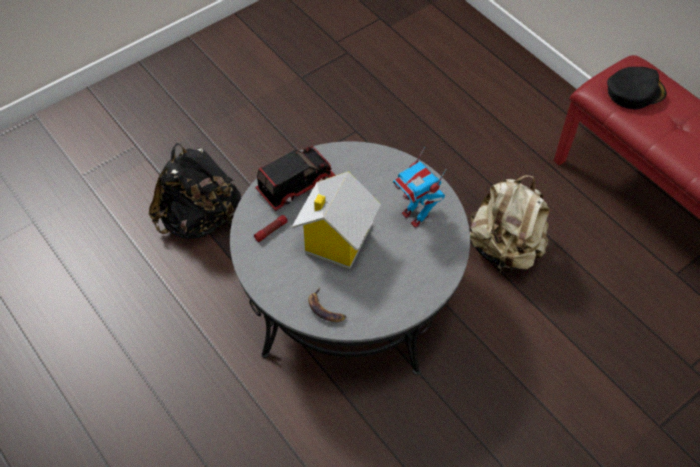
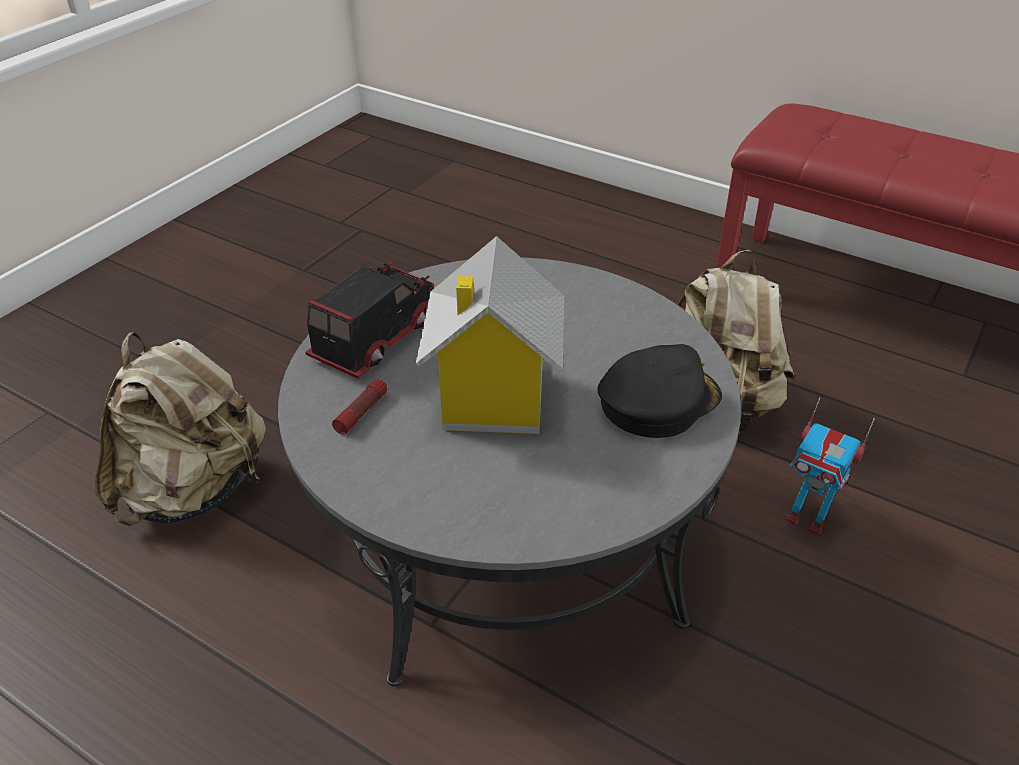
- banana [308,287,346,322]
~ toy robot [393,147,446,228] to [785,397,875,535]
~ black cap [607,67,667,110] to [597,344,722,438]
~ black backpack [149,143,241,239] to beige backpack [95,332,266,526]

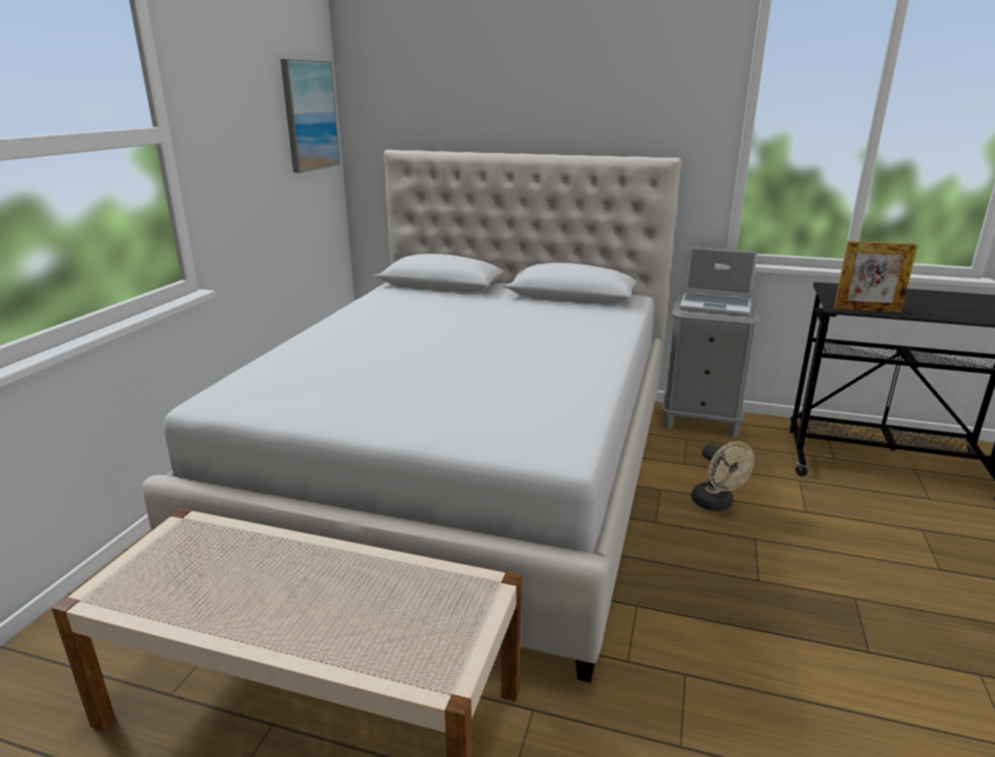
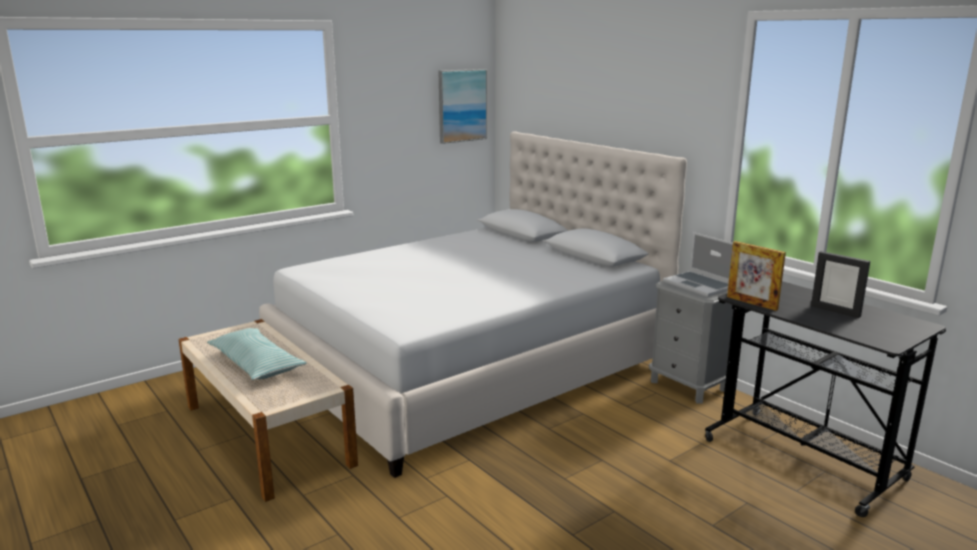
- beige fan [691,441,755,511]
+ pillow [207,328,306,380]
+ picture frame [811,251,870,318]

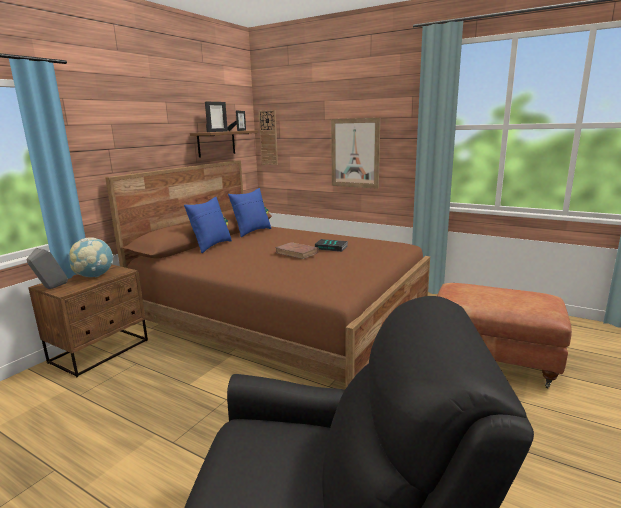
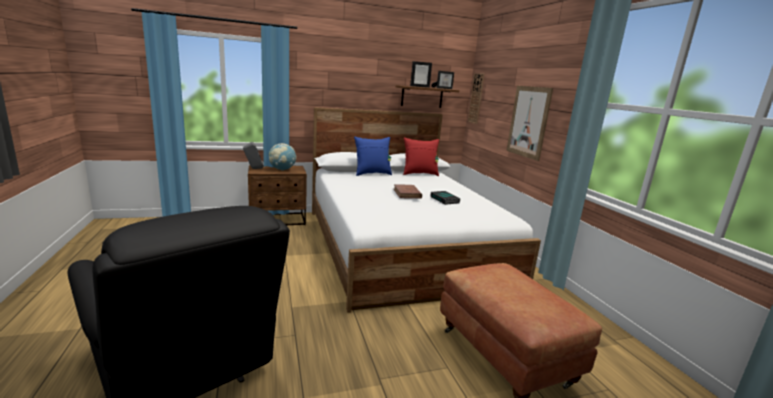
~ brown bed [105,160,430,388] to white bed [312,107,541,313]
~ blue pillow [228,188,271,237] to red pillow [403,138,439,176]

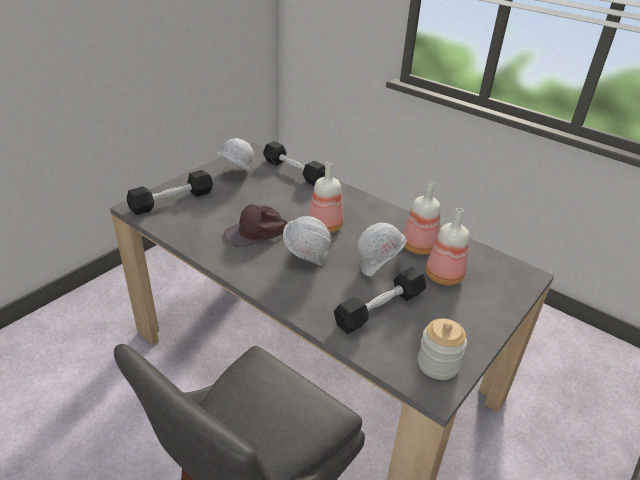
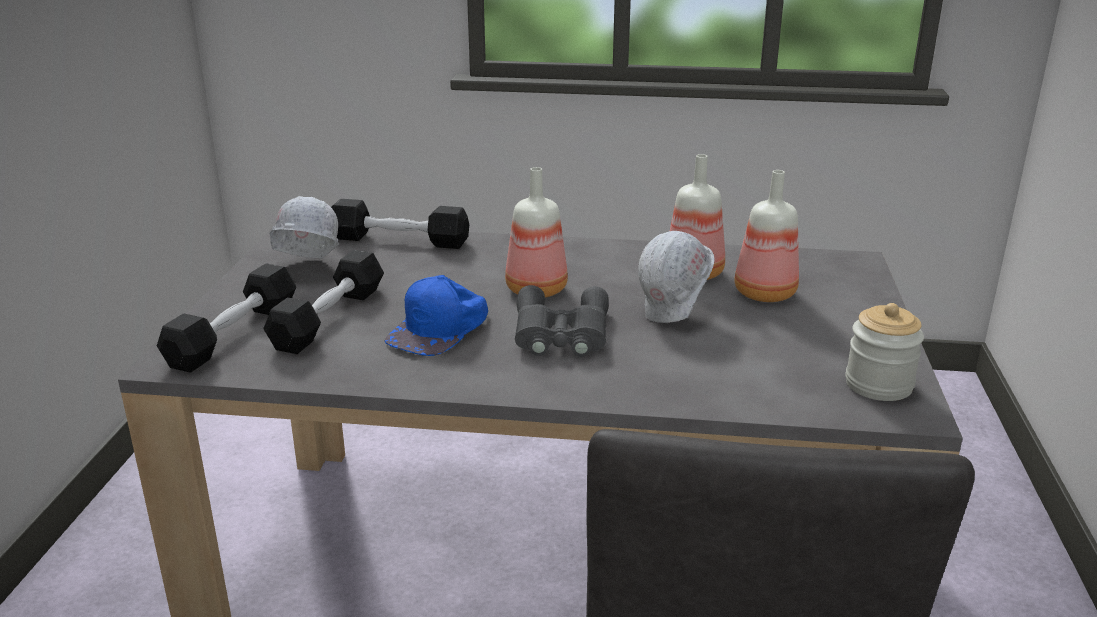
~ black dumbbell [334,267,426,334] to [263,250,384,354]
~ white hard hat [283,216,331,266] to grey binoculars [515,285,609,357]
~ brown cap [224,205,287,247] to blue cap [385,275,488,356]

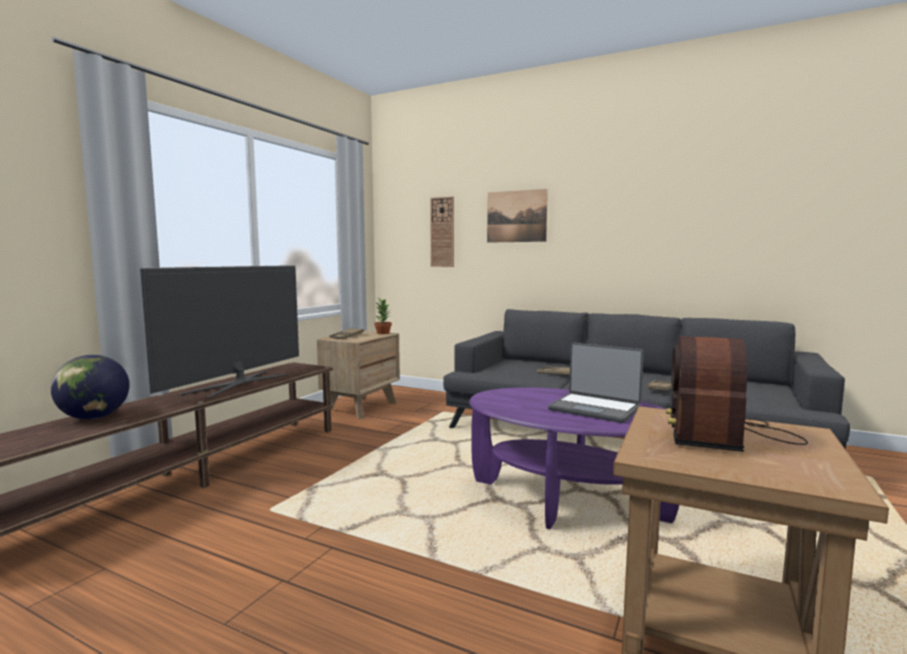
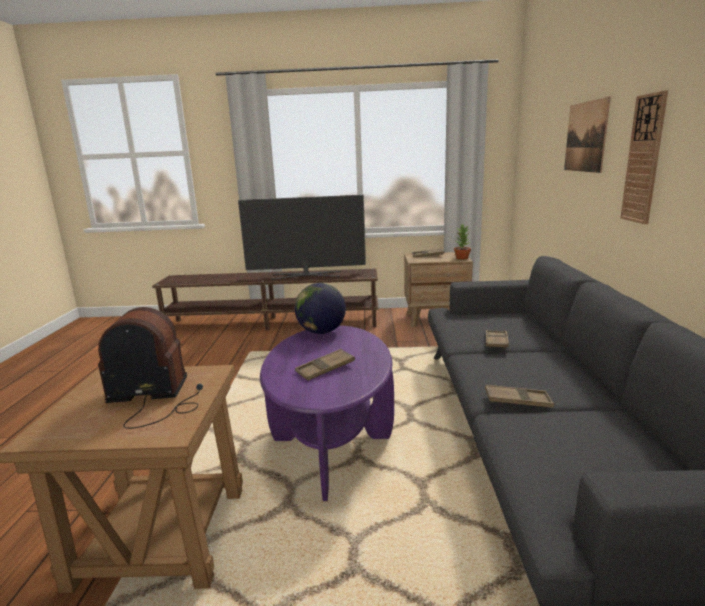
~ globe [51,355,130,419] to [295,283,346,334]
~ wall clock [430,196,454,267] to [620,90,668,224]
~ laptop [548,343,644,423] to brown tray [295,349,355,380]

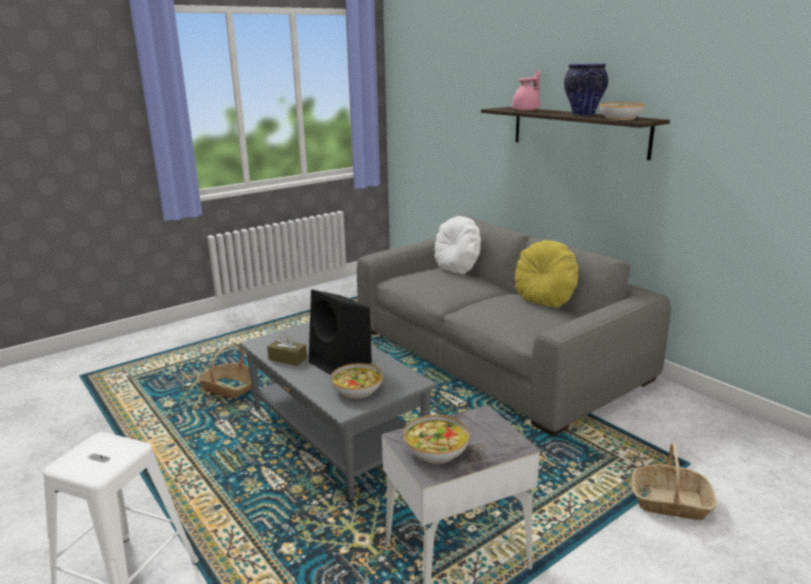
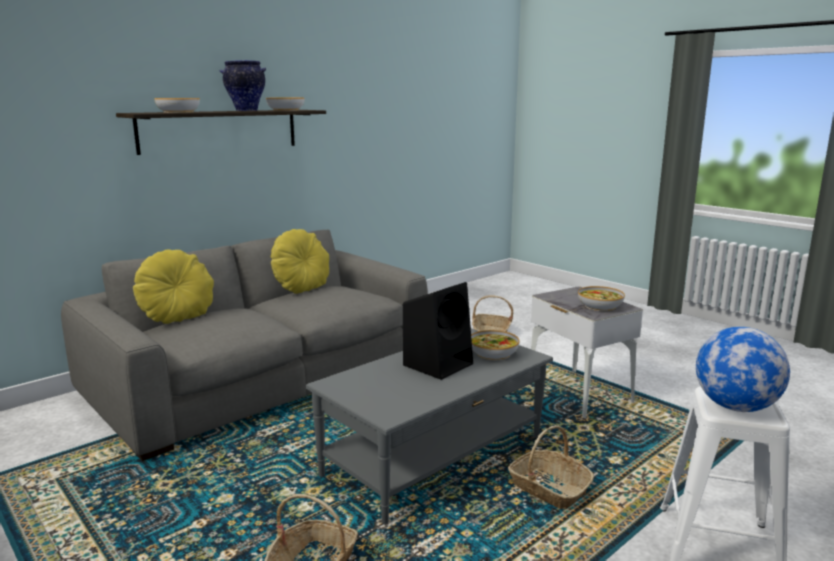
- brown tissue box [267,333,307,366]
+ basket [508,425,594,509]
+ globe [696,327,790,412]
~ pink teapot [512,70,540,111] to bowl [154,98,200,113]
~ white pillow [434,216,481,274] to yellow pillow [133,249,214,324]

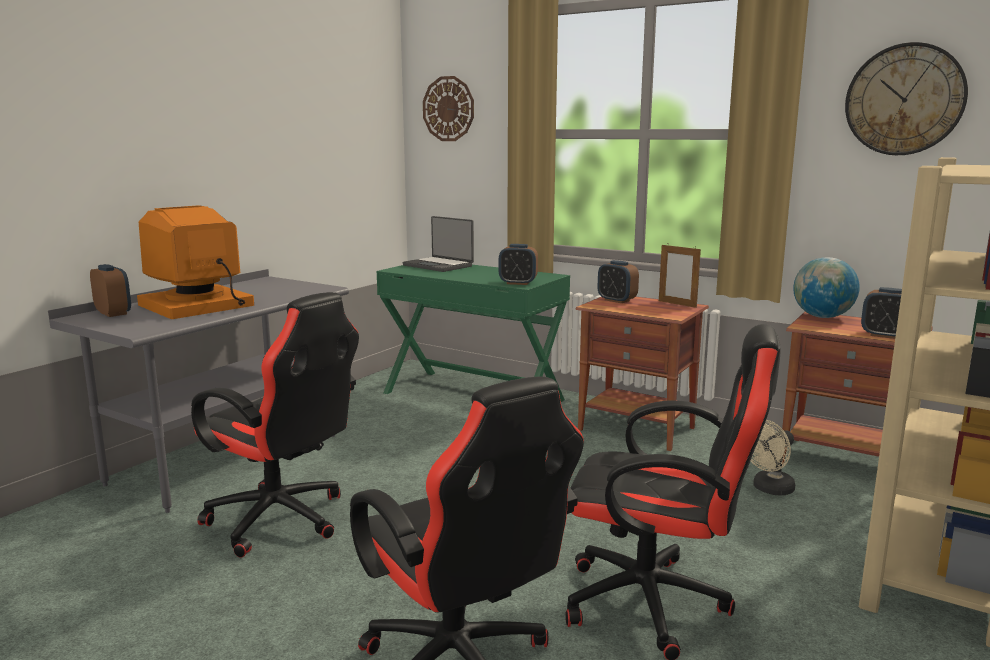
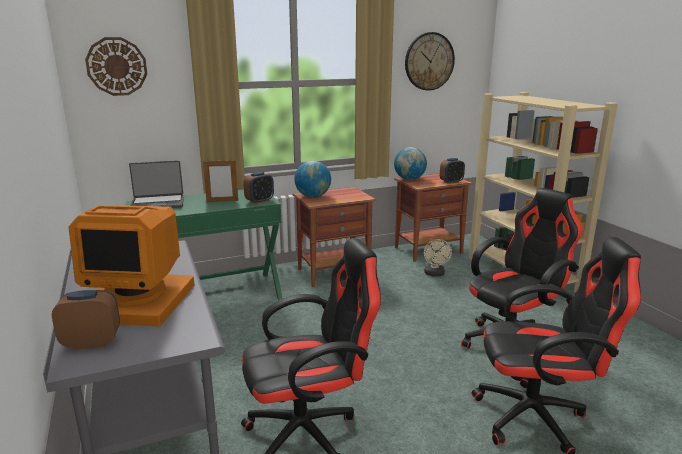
~ picture frame [659,243,701,308] to [203,159,238,202]
~ alarm clock [598,260,639,303] to globe [294,161,331,198]
~ monitor [137,205,254,319] = [69,205,194,326] 75 degrees counterclockwise

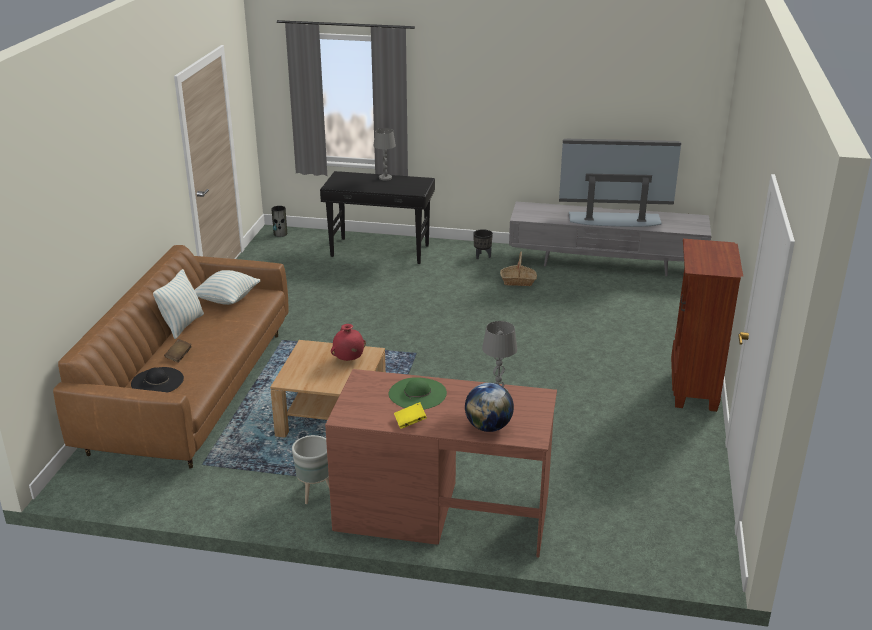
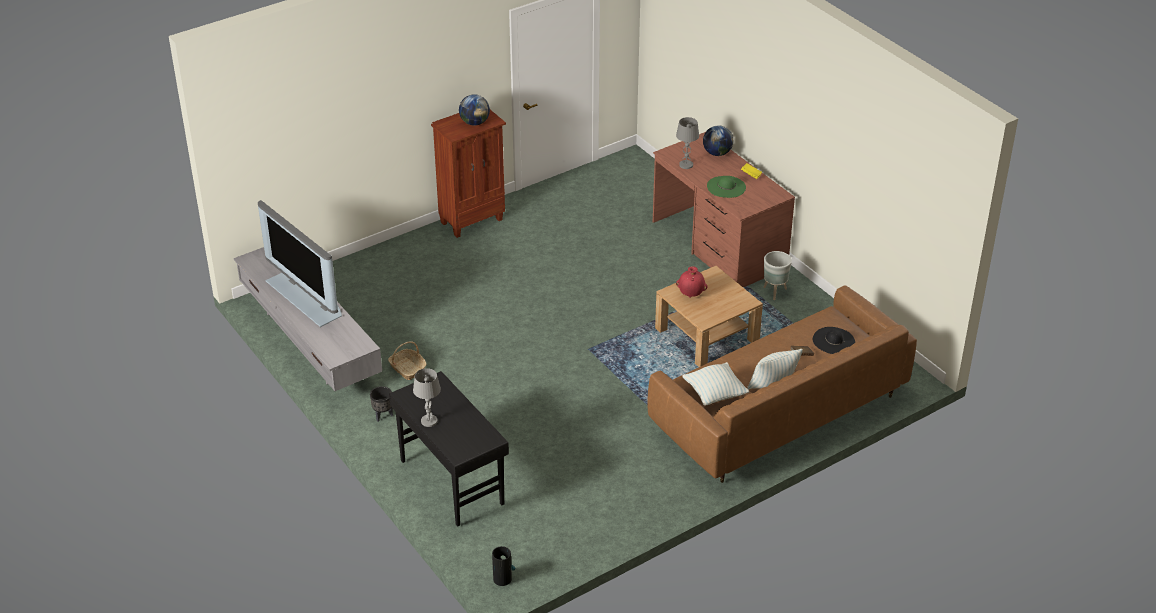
+ globe [459,94,490,126]

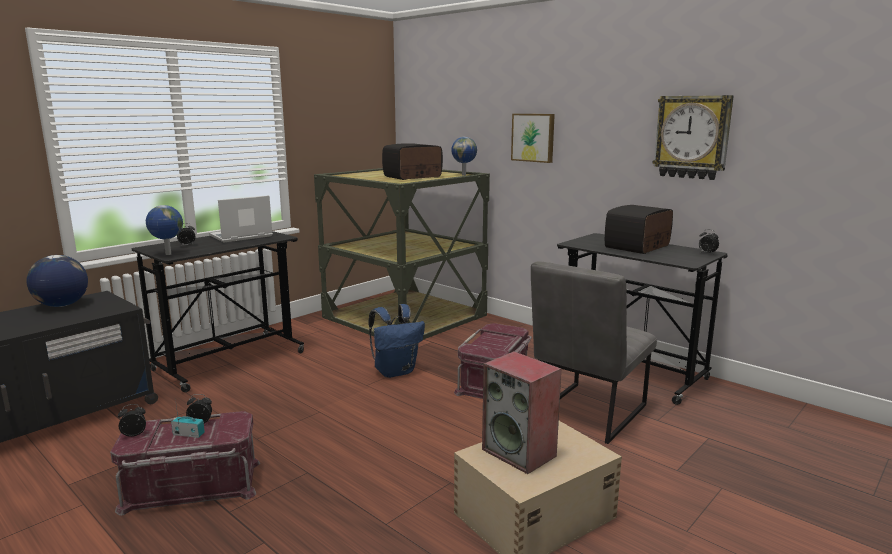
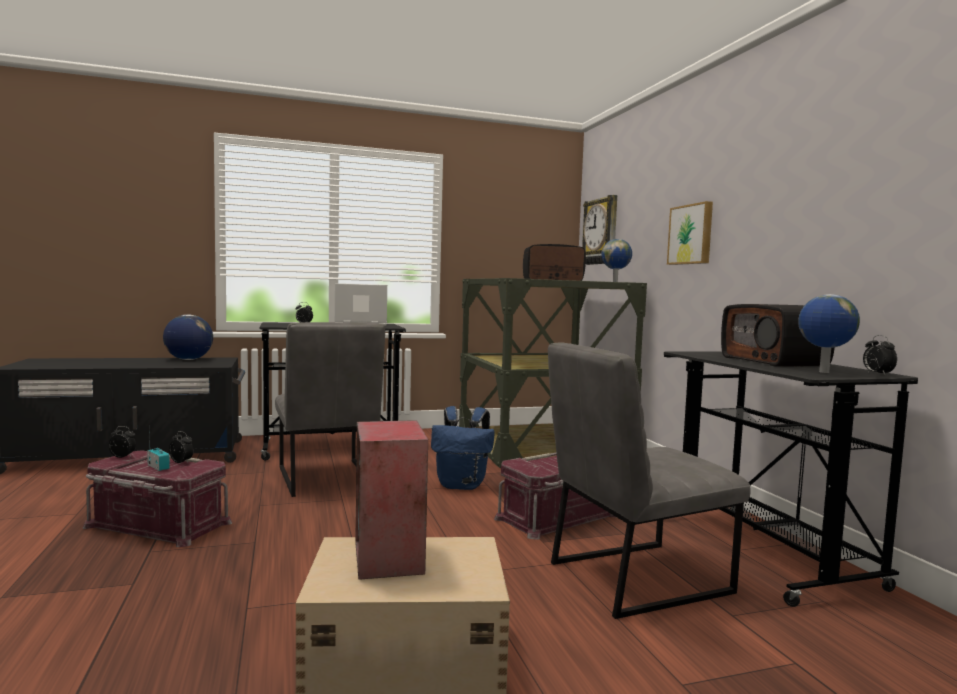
+ grey chair [275,322,385,497]
~ globe [146,205,183,255] to [798,294,860,373]
~ wall clock [652,95,734,180] to [582,195,617,265]
~ radio [605,205,673,254] = [721,304,835,367] 90 degrees counterclockwise

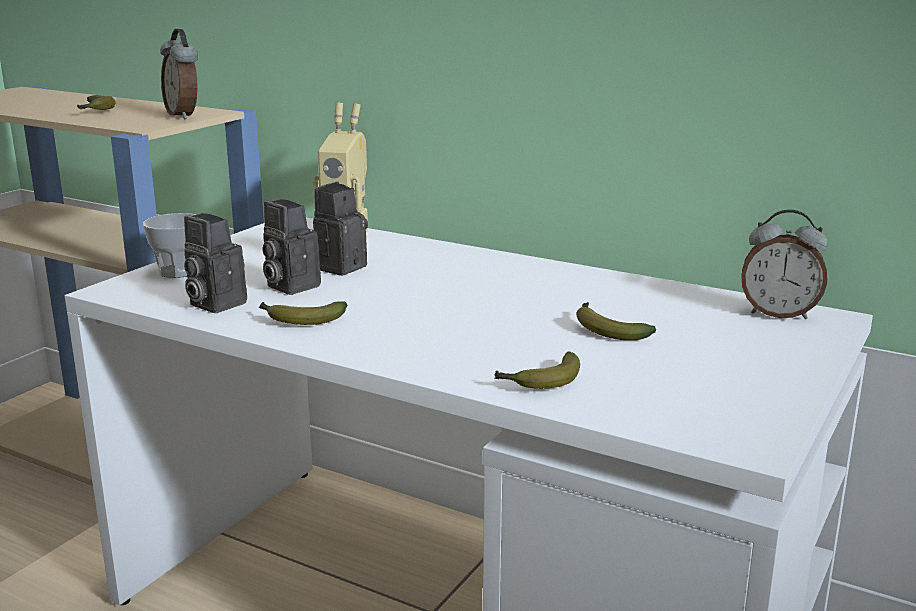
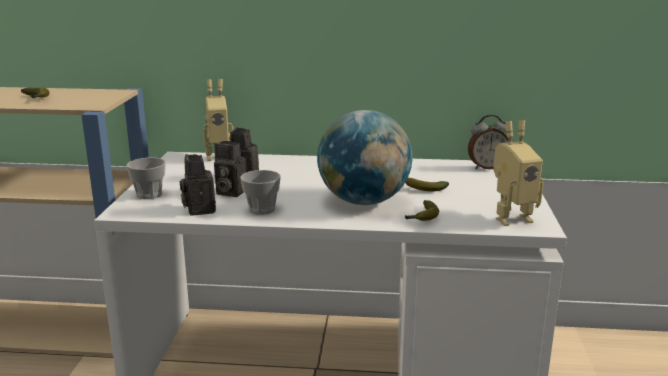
- alarm clock [160,29,198,119]
+ globe [317,110,412,205]
+ toy robot [493,120,544,226]
~ banana [258,301,347,325] to cup [241,170,281,215]
~ photo camera [184,213,247,313] = [180,154,216,216] 60 degrees clockwise

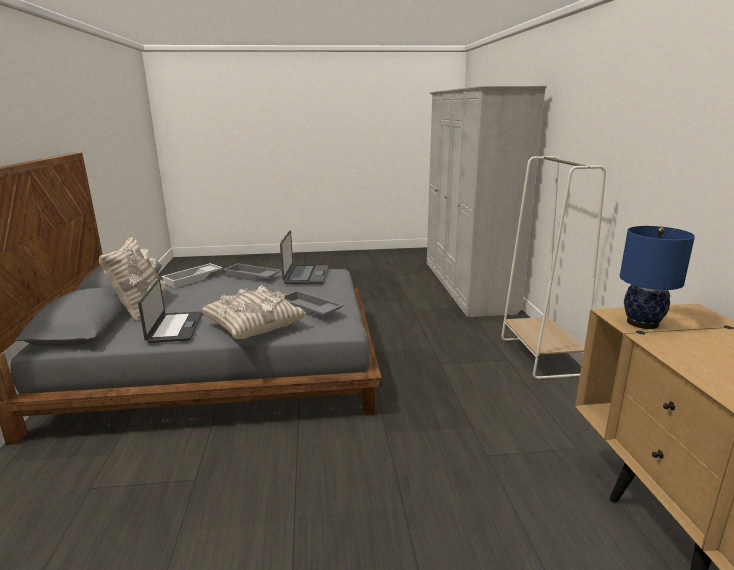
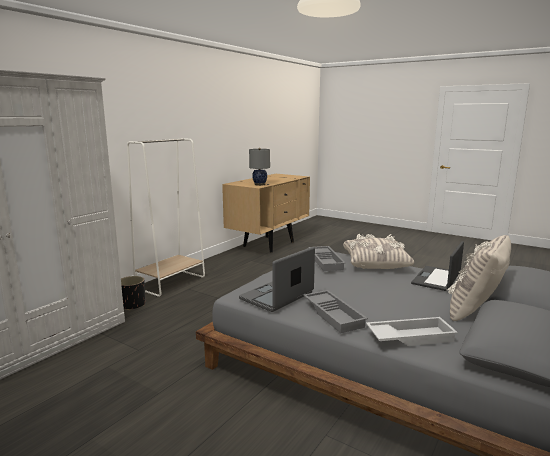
+ black planter [121,276,145,310]
~ blue table lamp [620,226,695,329] to grey table lamp [249,148,270,186]

